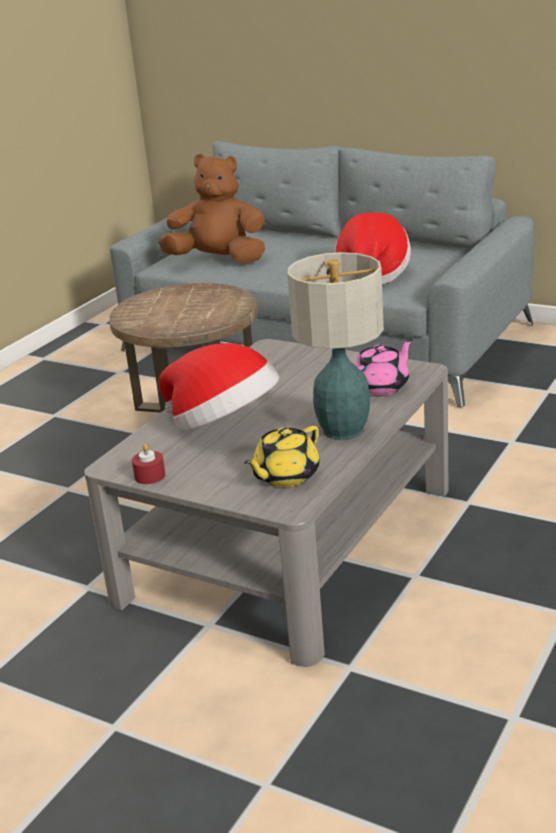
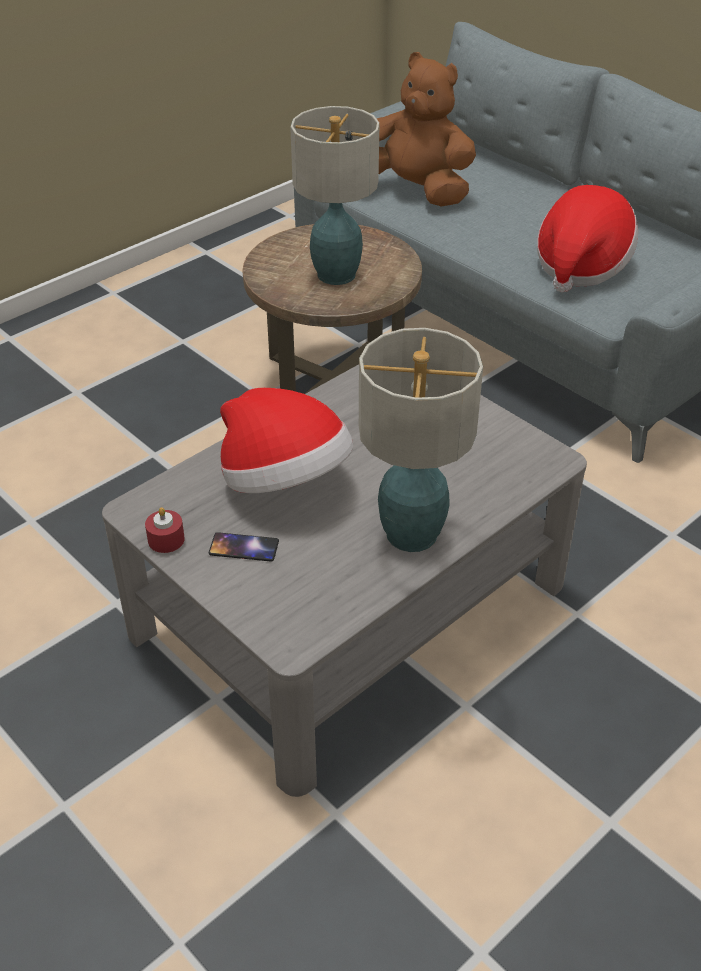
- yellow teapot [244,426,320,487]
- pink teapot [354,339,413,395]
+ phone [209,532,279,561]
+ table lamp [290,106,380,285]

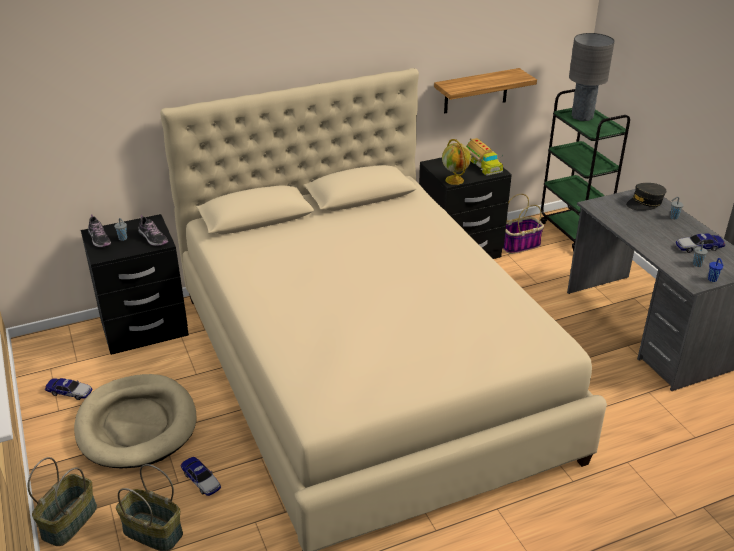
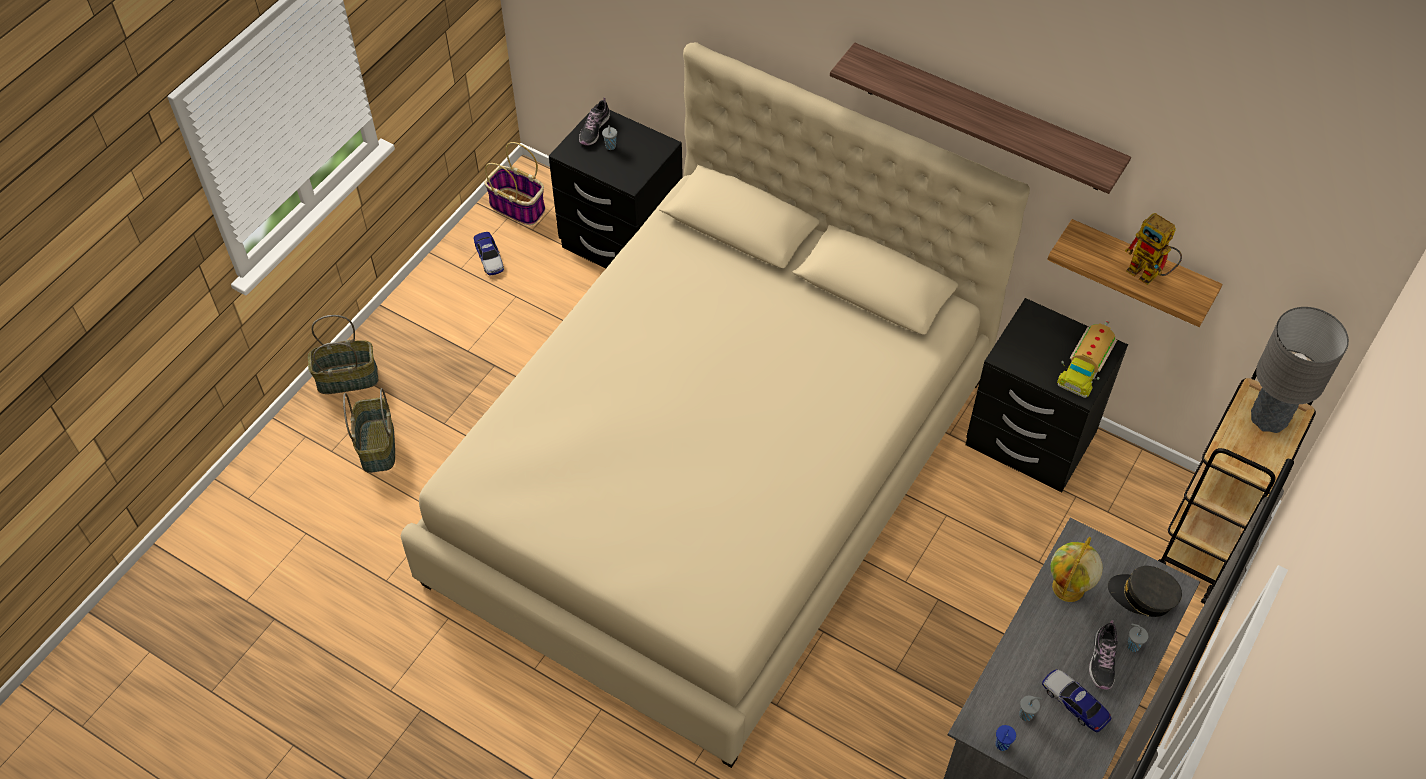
- beige dog bed [74,374,197,468]
- toy car [181,457,221,496]
+ shelf [830,42,1131,194]
+ toy robot [1125,213,1182,285]
~ shoe [138,215,168,246] to [1089,620,1117,690]
~ globe [442,139,471,185] to [1051,537,1103,602]
~ basket [502,194,544,254] to [484,142,545,225]
~ green cart [541,89,630,252] to brown cart [1158,370,1316,604]

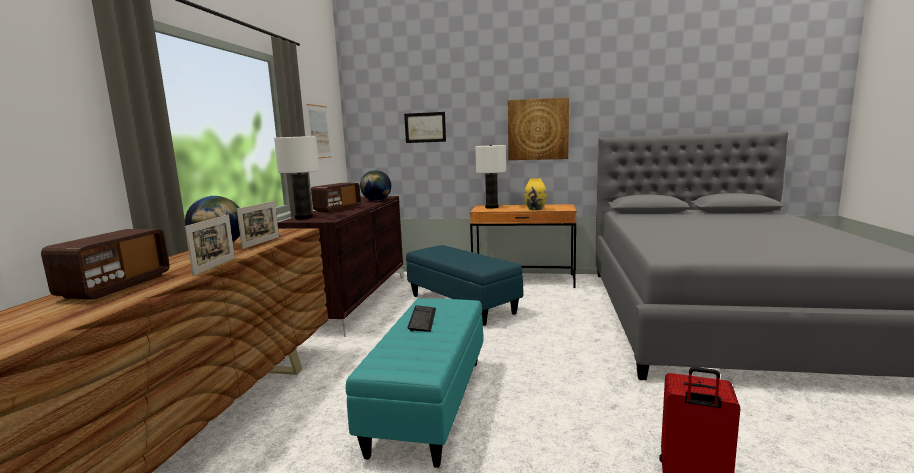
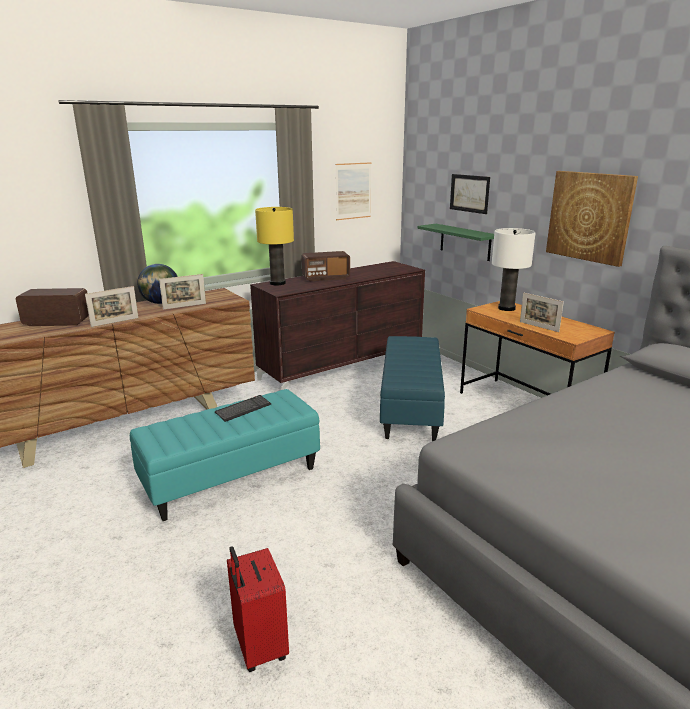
- globe [360,170,391,201]
+ green shelf [417,224,494,261]
~ yellow vase [524,178,547,210] to picture frame [520,293,564,332]
~ white table lamp [274,136,319,219] to yellow table lamp [255,207,294,285]
~ radio [41,229,170,300] = [16,288,89,326] 150 degrees counterclockwise

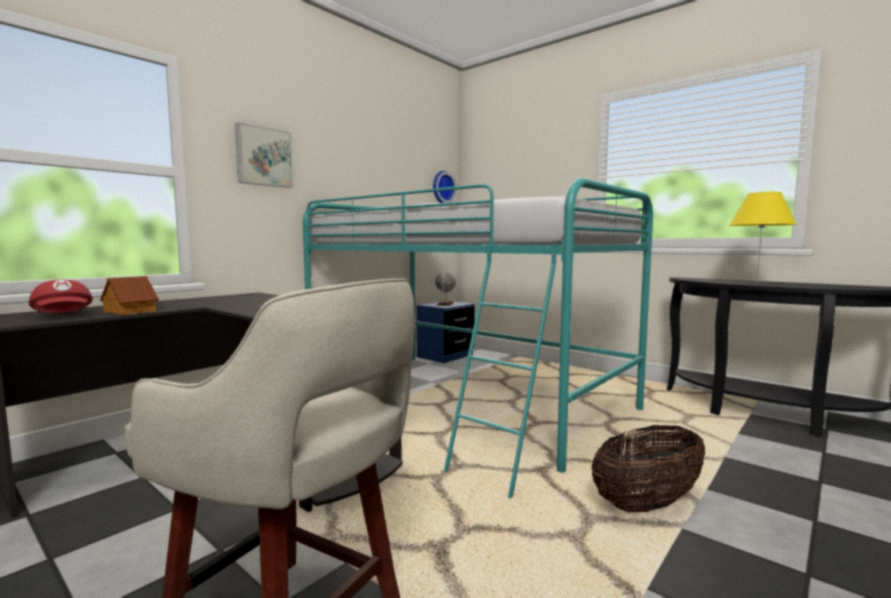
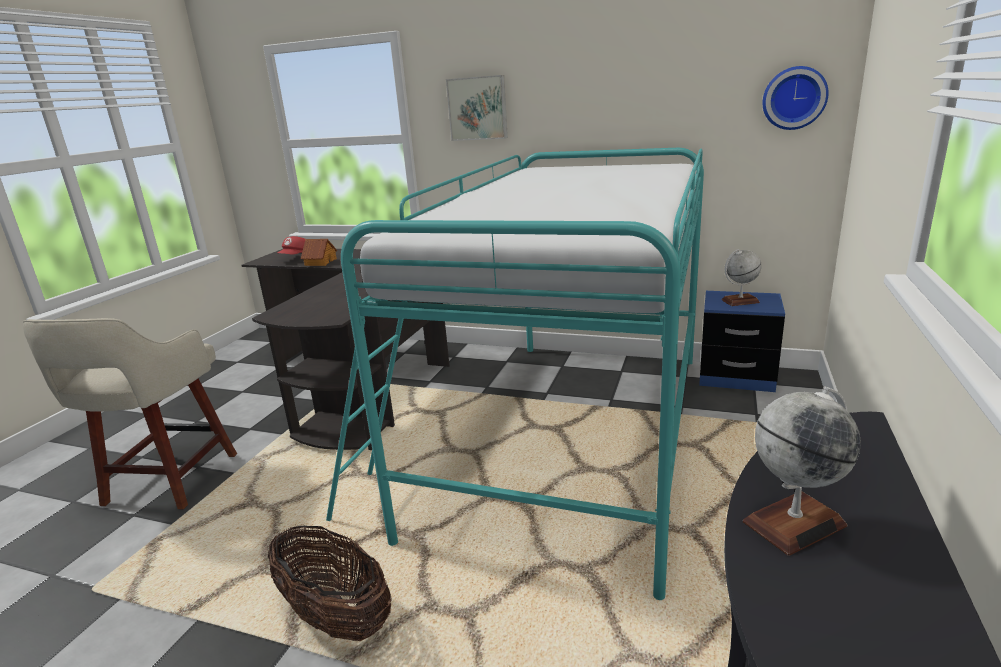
~ yellow table lamp [729,192,796,283] to globe [743,386,861,556]

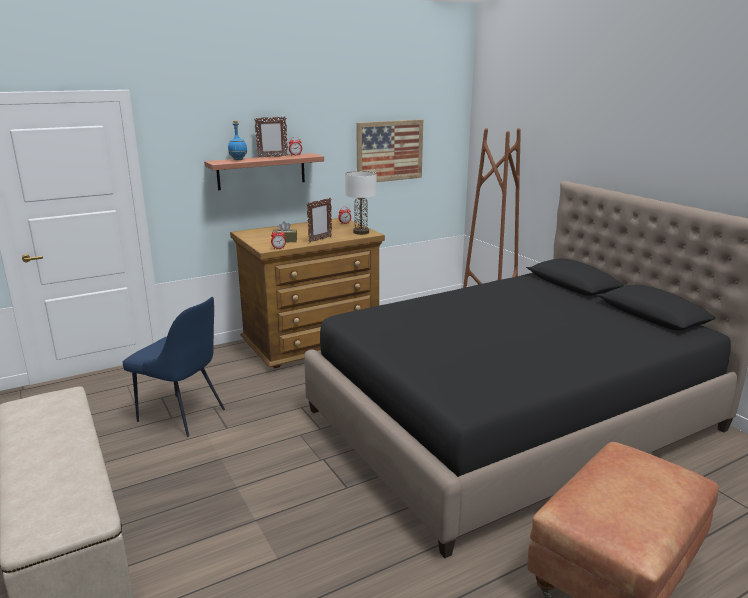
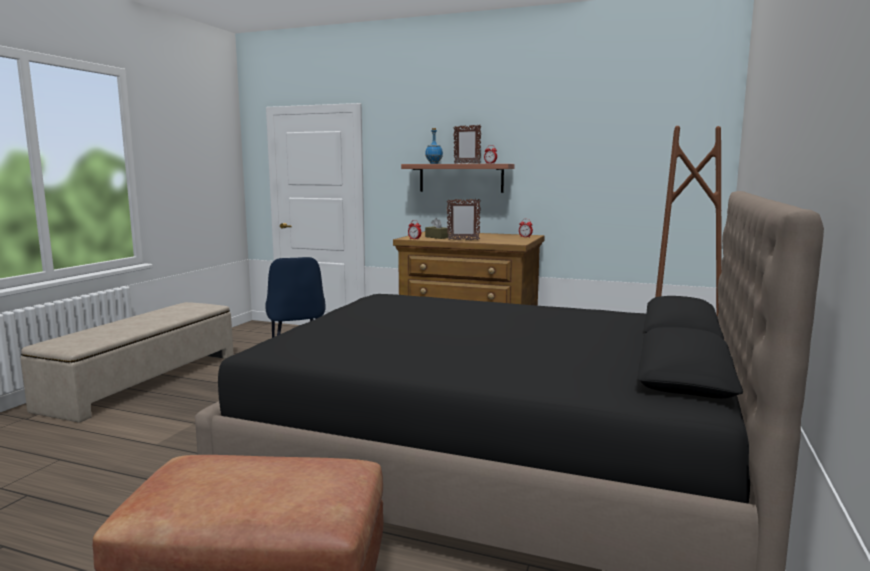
- table lamp [345,171,377,235]
- picture [356,119,423,182]

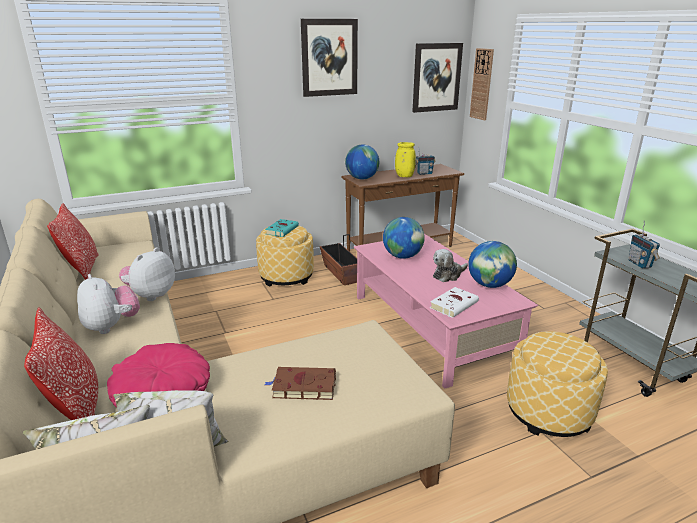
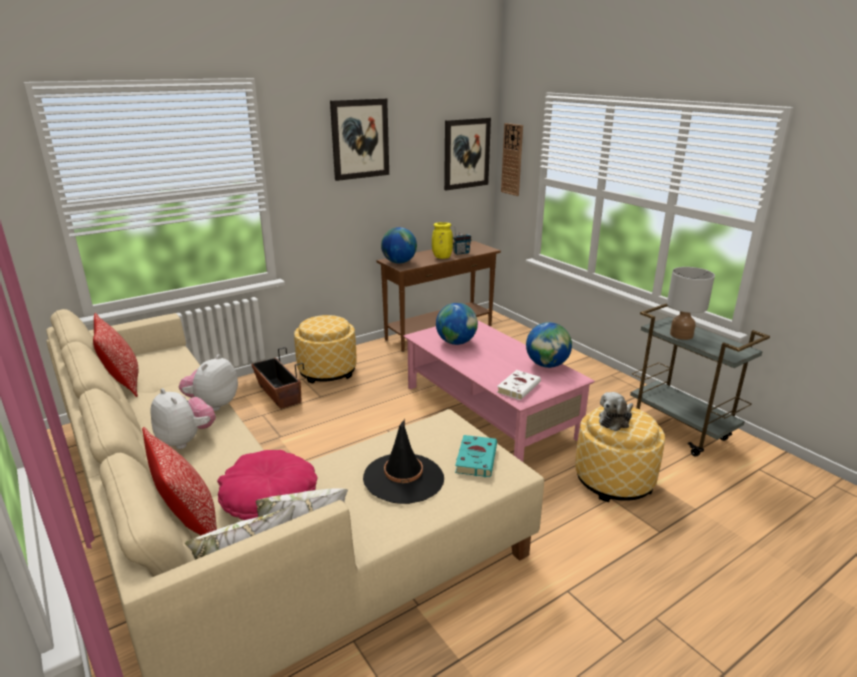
~ turquoise book [265,219,299,237] to [455,435,497,477]
~ planter [320,234,357,285] to [251,347,304,409]
~ plush toy [433,249,468,282] to [599,392,633,431]
~ brown book [265,367,336,400] to black hat [363,419,444,504]
~ radio [628,221,660,269] to grey table lamp [667,267,715,340]

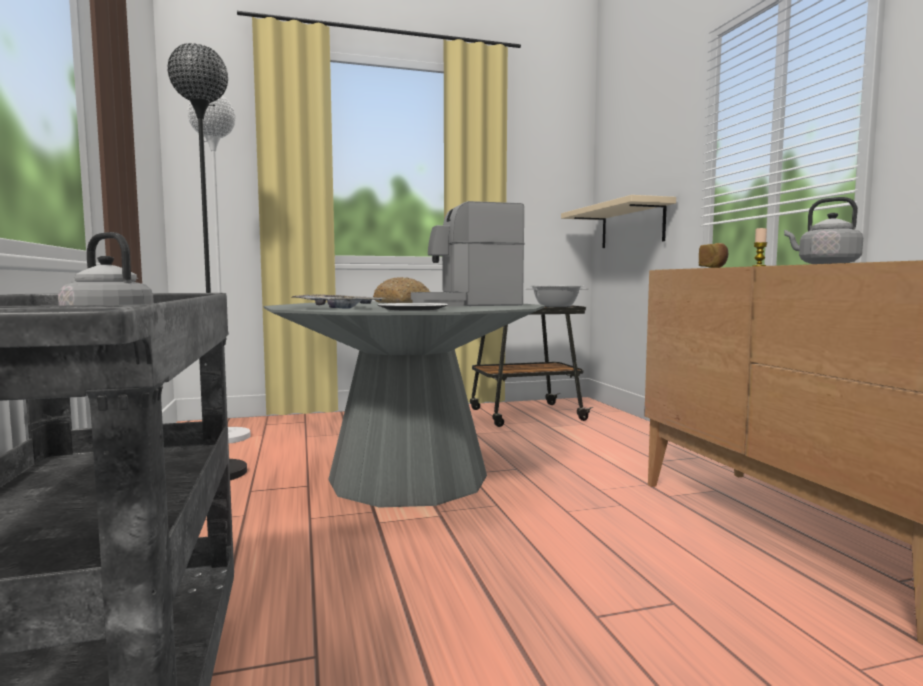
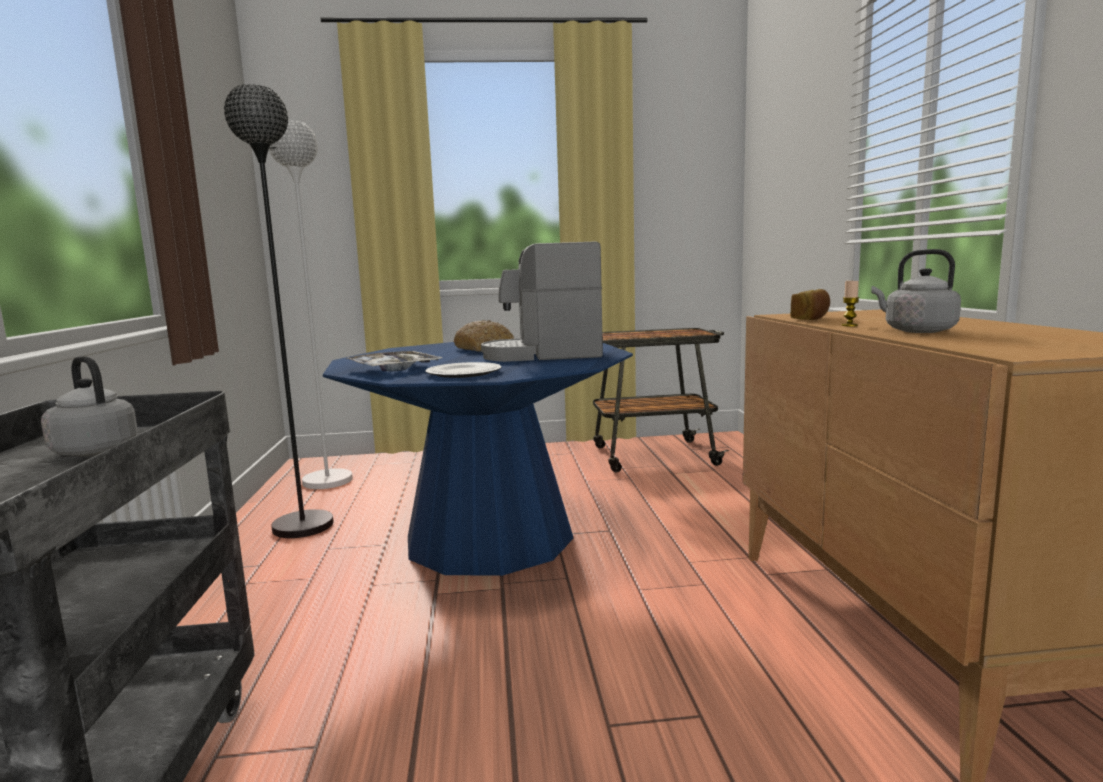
- cooking pot [525,285,589,307]
- beige shelf [561,195,676,248]
~ grey dining table [264,301,545,508] to blue dining table [323,342,633,576]

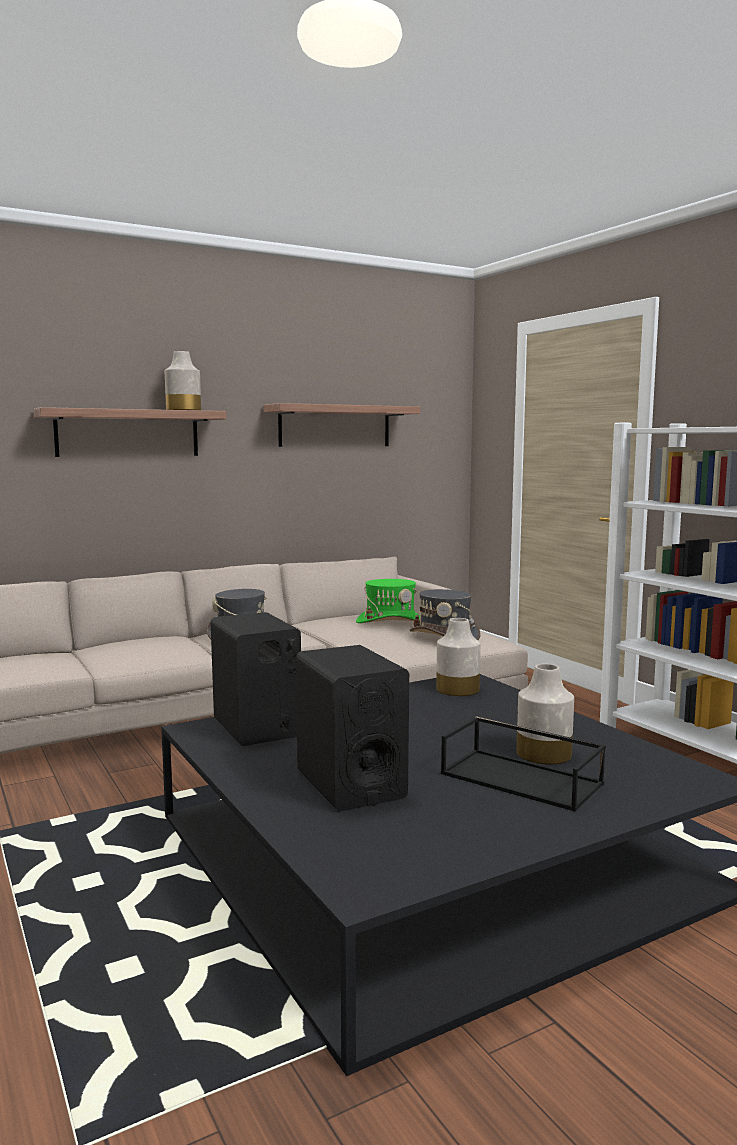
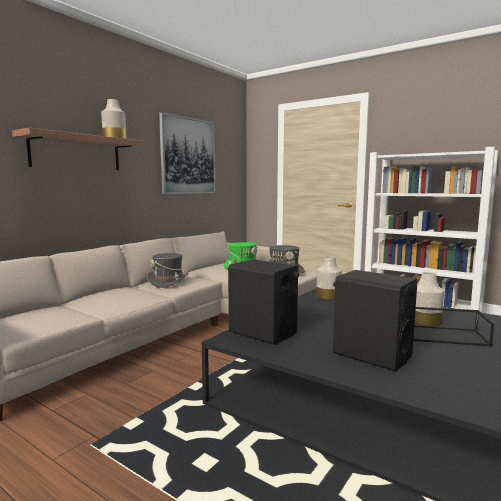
~ shelf [264,403,420,447] to picture [159,112,216,194]

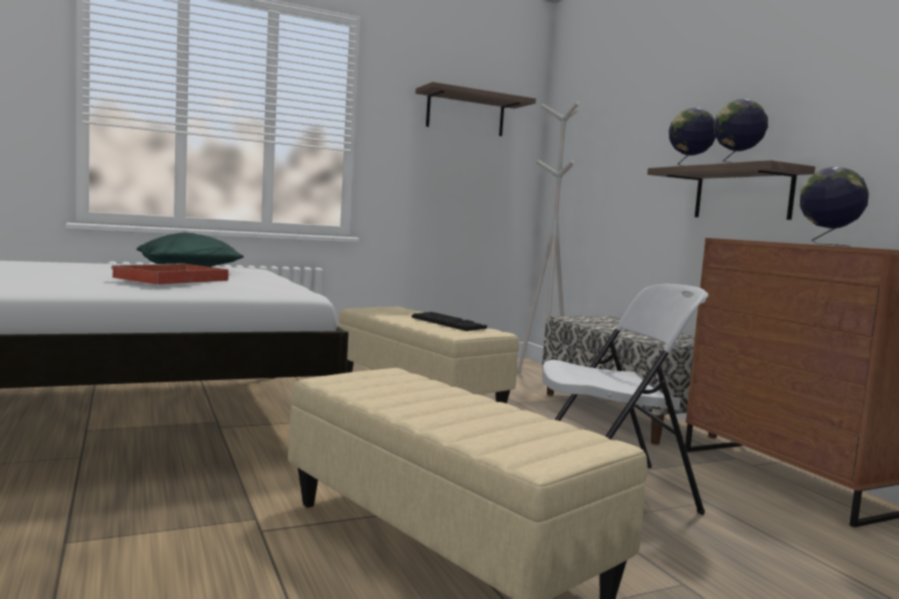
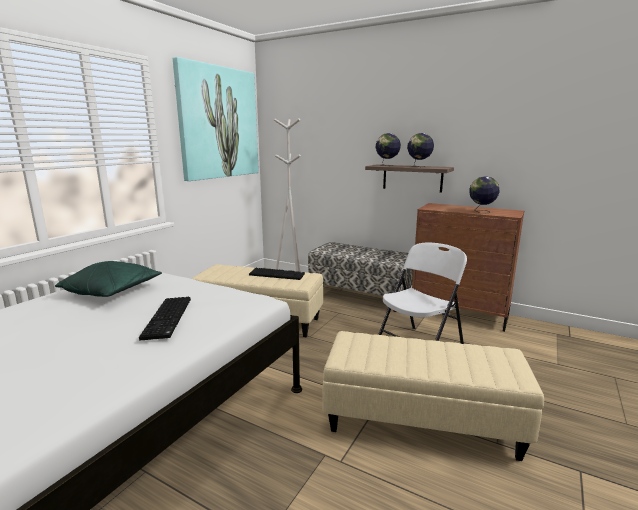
~ red tray [111,263,229,285] to keyboard [139,297,191,340]
~ shelf [416,82,536,136] to picture [173,57,259,181]

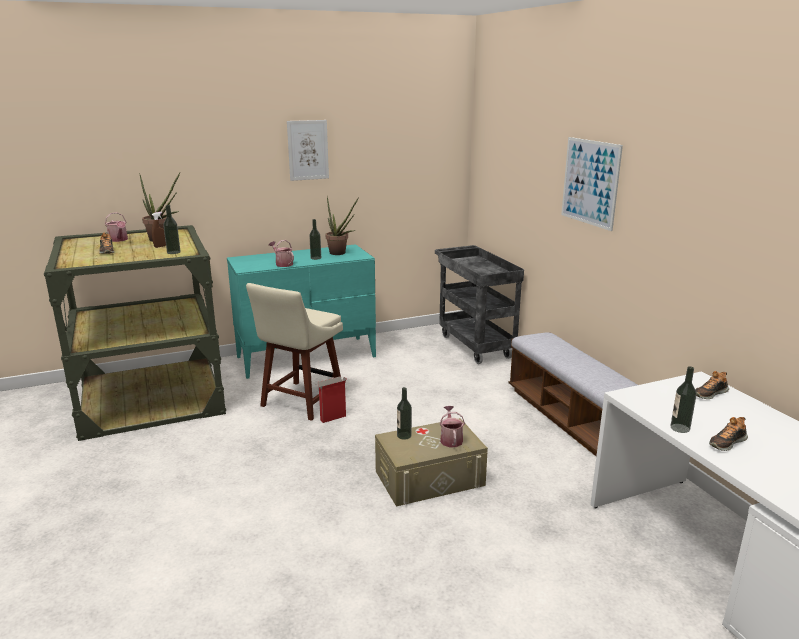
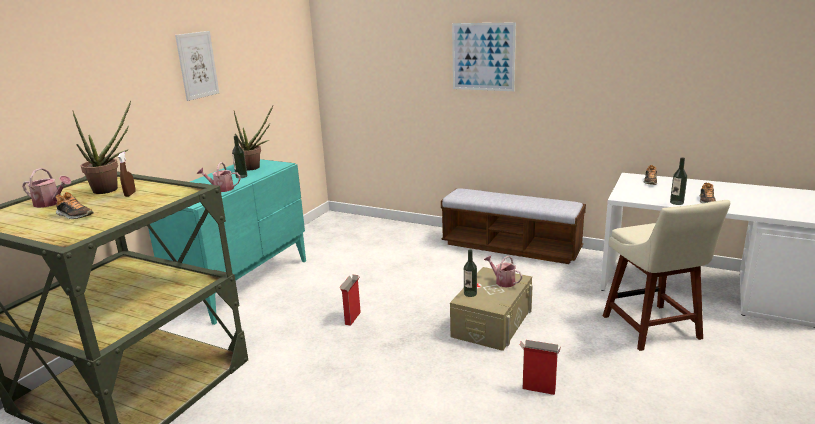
- bottle [163,205,181,254]
- black cart [435,245,524,364]
+ cardboard box [520,340,561,395]
~ beige stool [246,283,343,421] to [603,200,730,351]

